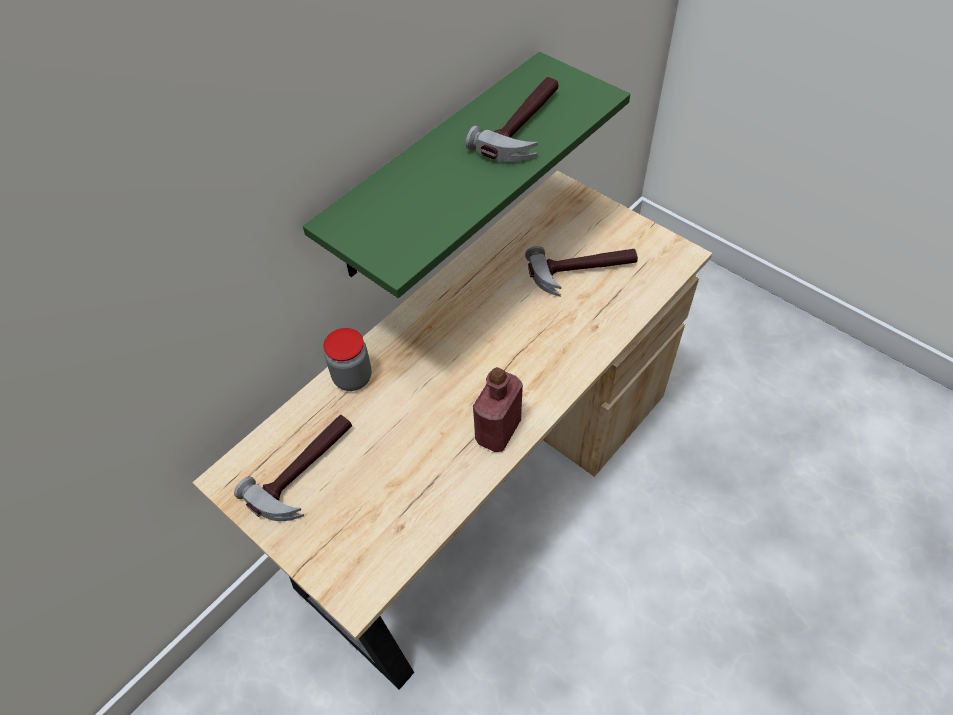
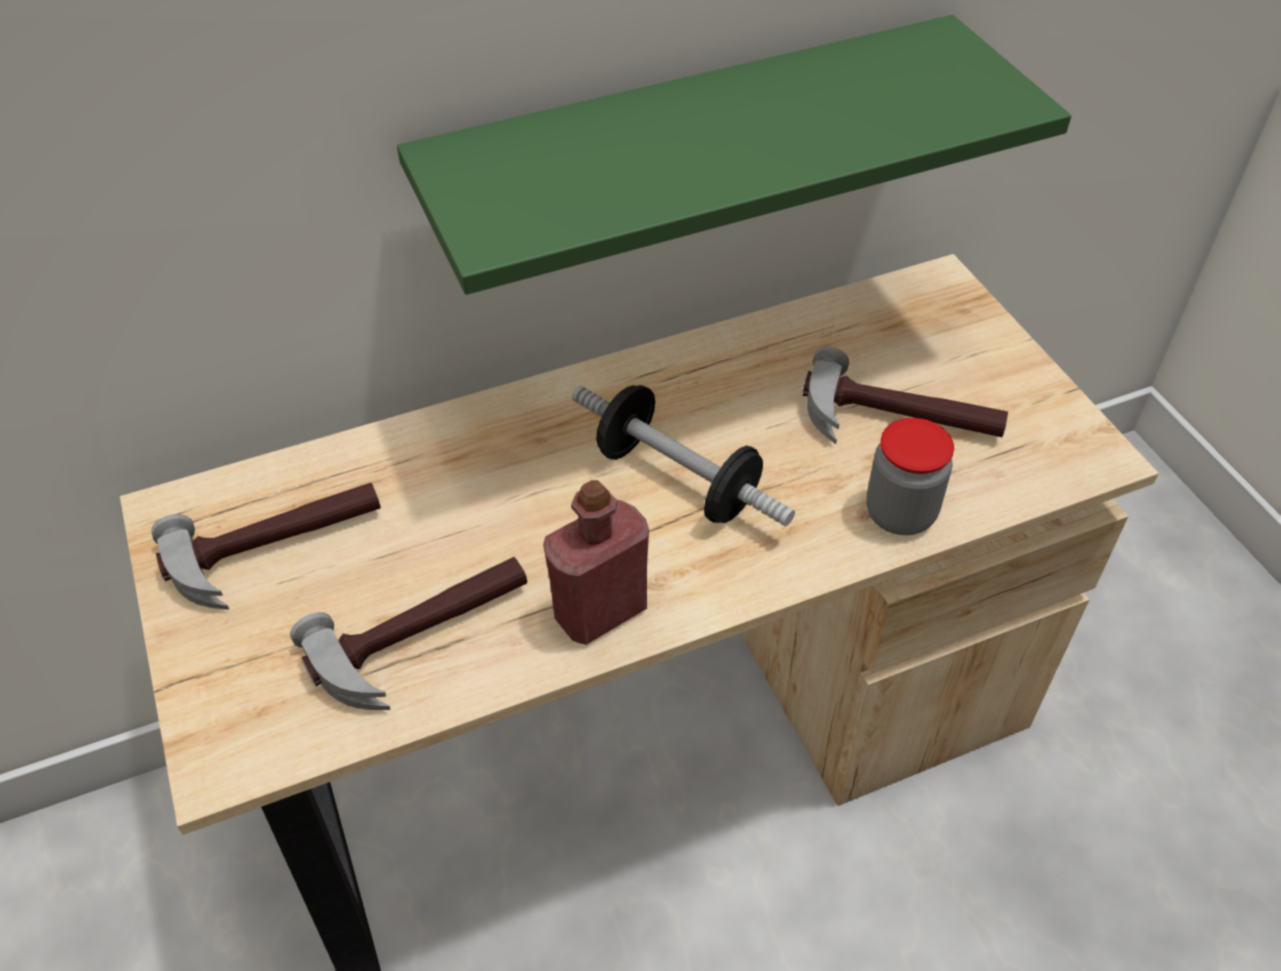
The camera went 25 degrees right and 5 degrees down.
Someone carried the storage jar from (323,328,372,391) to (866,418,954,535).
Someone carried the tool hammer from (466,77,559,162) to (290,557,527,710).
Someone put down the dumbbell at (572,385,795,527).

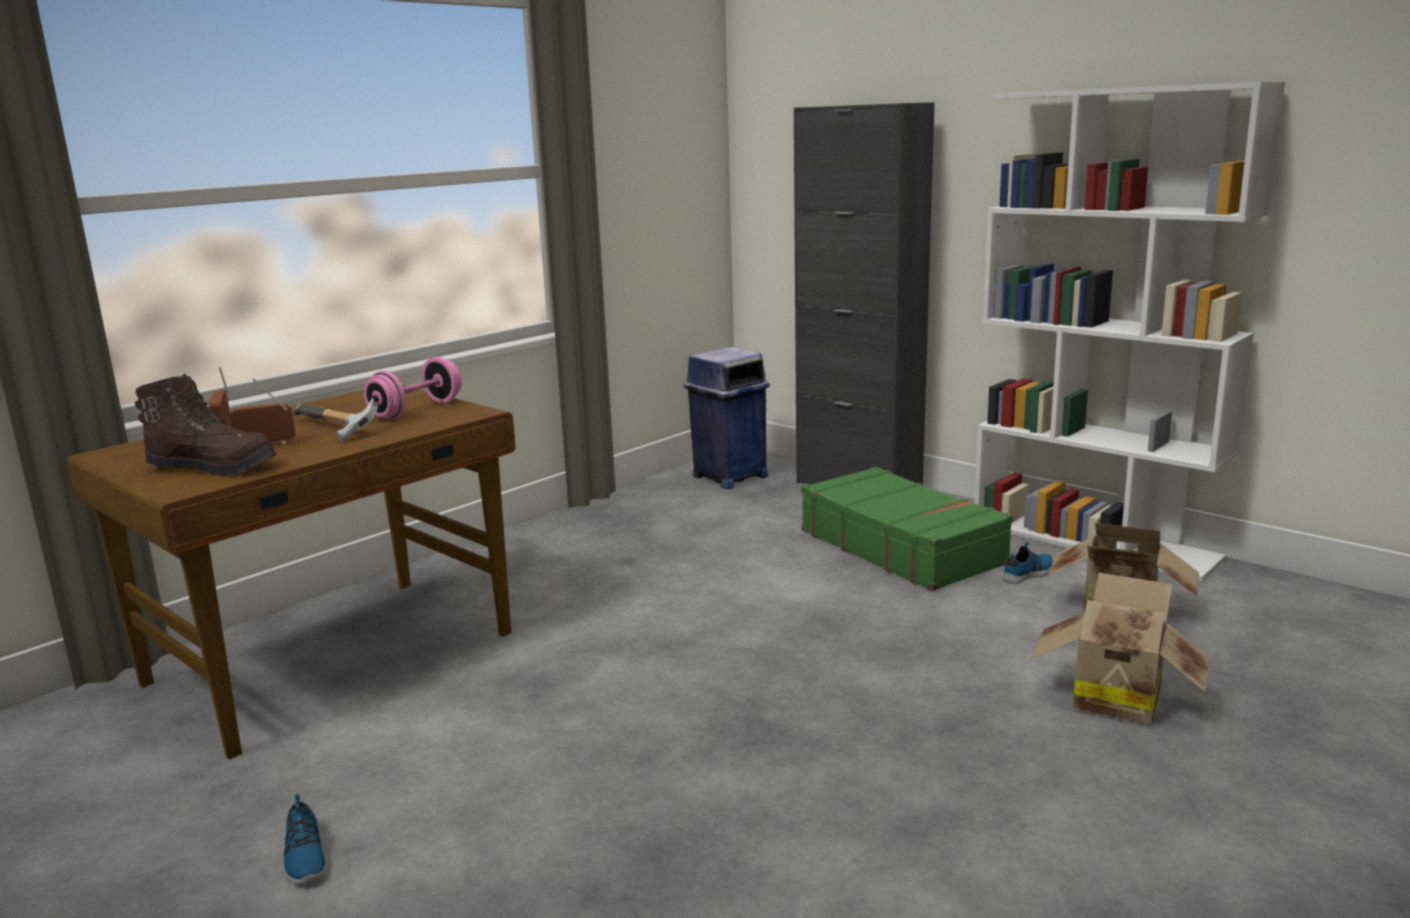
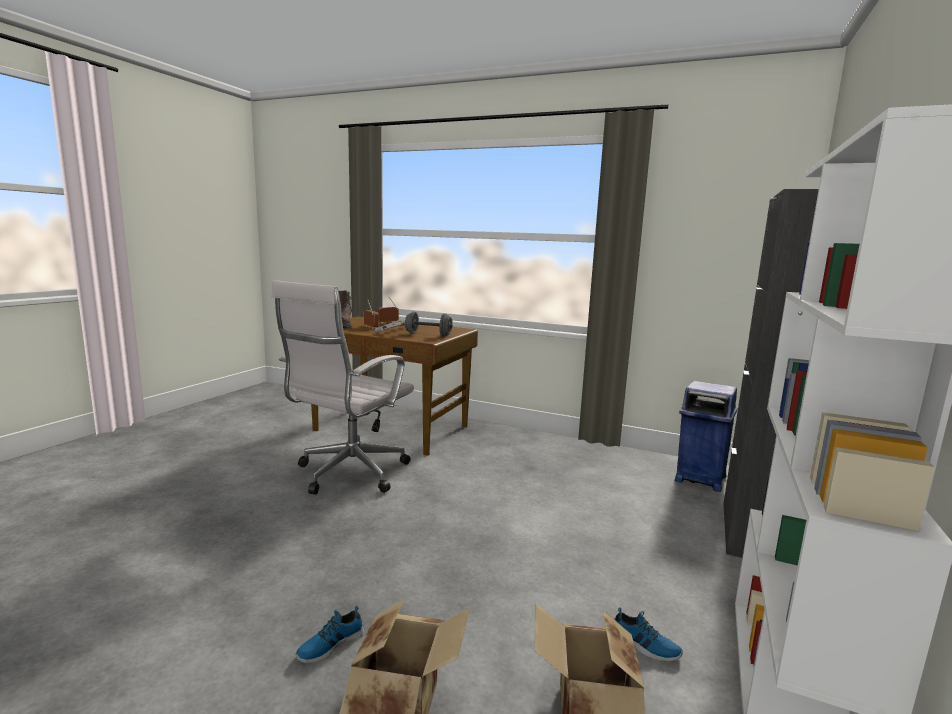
The camera went 70 degrees right and 5 degrees down.
Someone carried the item of footwear from (282,793,328,884) to (295,606,364,663).
Someone repainted the dumbbell (pinkish) at (364,357,462,420), which became the dumbbell (grey) at (405,312,453,337).
Someone took away the travel case (green-coloured) at (801,466,1013,591).
Someone put down the computer chair (white-coloured) at (271,280,414,495).

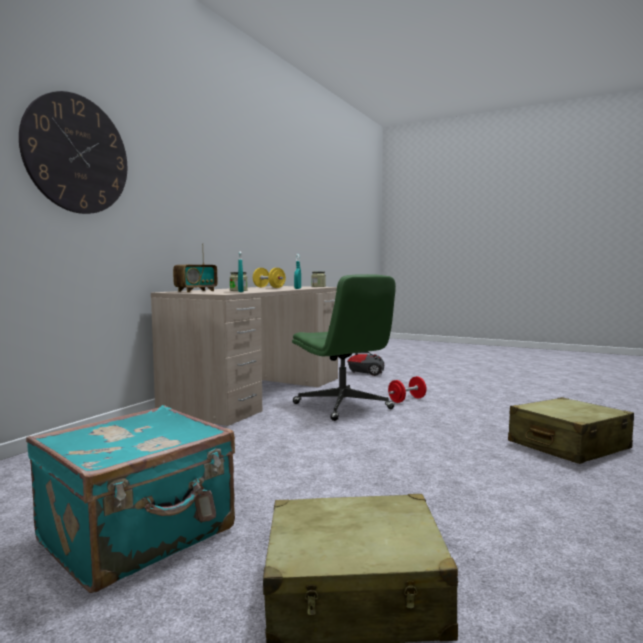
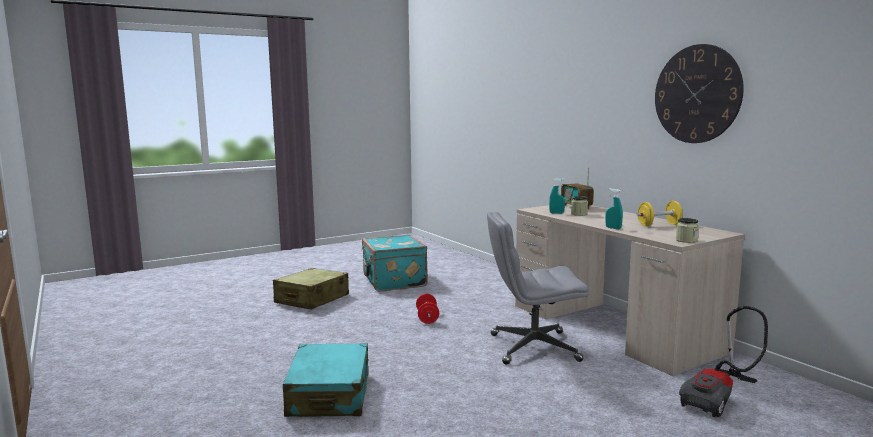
The camera went 120 degrees right and 5 degrees up.
Someone carried the hanging clock from (19,91,127,214) to (655,44,744,143).
Someone repainted the computer chair (green-coloured) at (292,274,396,421), which became the computer chair (grey) at (487,212,589,365).
Someone carried the dumbbell (red-coloured) from (388,376,427,403) to (416,294,439,324).
Someone repainted the travel case (beige) at (508,397,634,464), which became the travel case (turquoise-coloured) at (283,343,369,417).

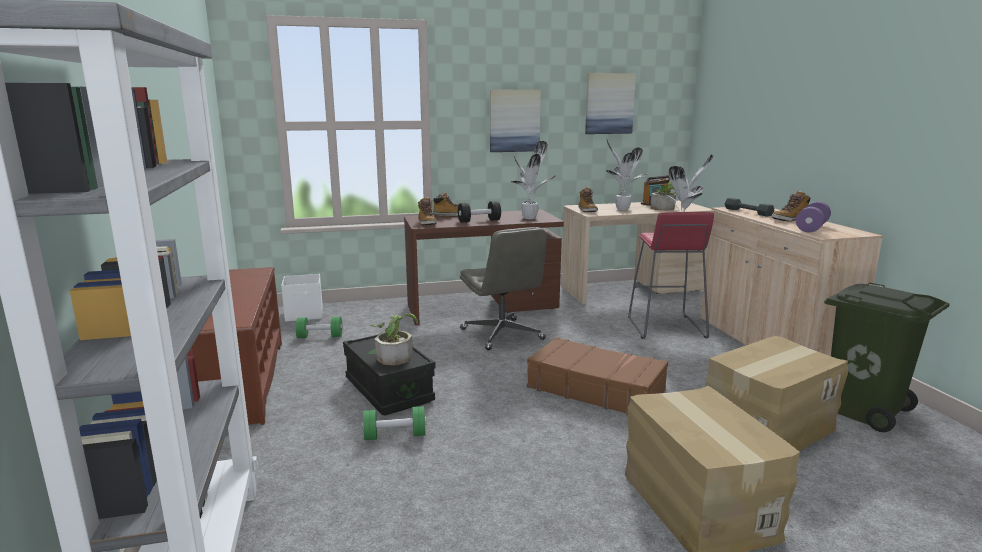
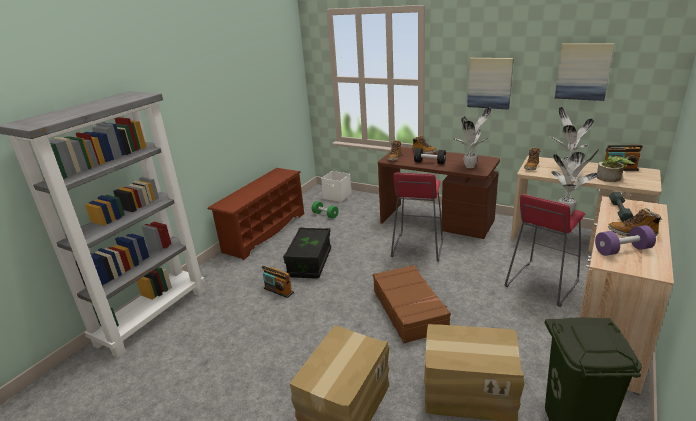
The camera went 45 degrees right and 10 degrees up.
Someone swapped the dumbbell (green-coloured) at (363,406,426,440) for the radio receiver at (262,266,294,298).
Someone took away the houseplant at (370,313,418,365).
Someone swapped the computer chair (grey) at (460,227,547,350) for the sitting stool (red-coloured) at (391,172,443,262).

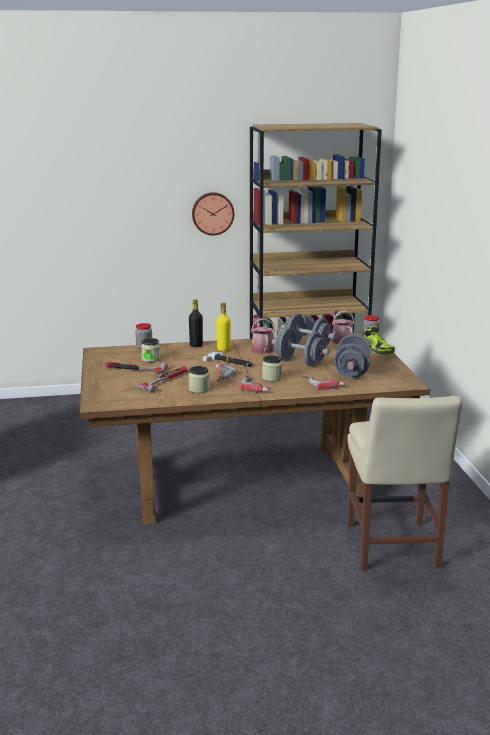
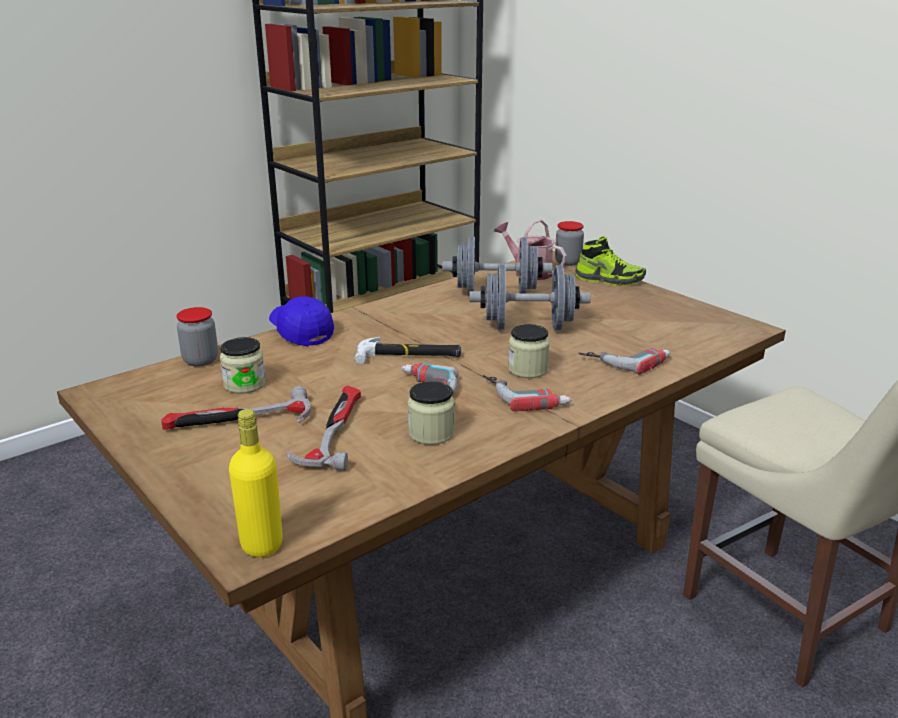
The camera went 30 degrees left and 5 degrees up.
Someone swapped the drink bottle (black) at (189,299,203,347) for the peaked cap (blue) at (269,296,334,347).
Someone took away the hanging clock at (192,192,234,236).
Someone carried the drink bottle (yellowish) from (216,302,231,351) to (229,409,283,557).
Someone took away the sprinkling can at (251,318,275,354).
Someone took away the dumbbell (grey) at (334,334,372,378).

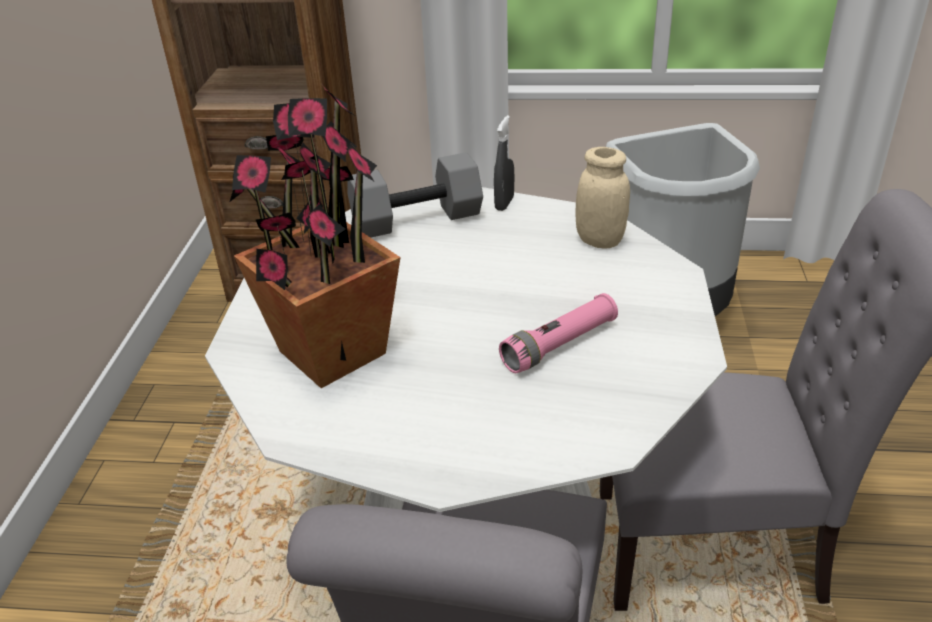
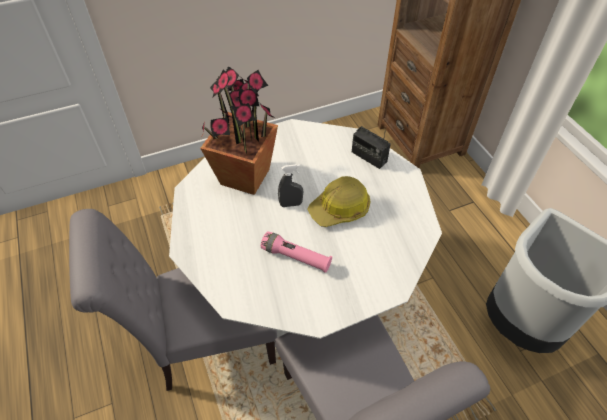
The camera went 60 degrees right and 15 degrees up.
Someone swapped the dumbbell (grey) at (348,152,483,238) for the radio receiver at (352,126,391,169).
Someone carried the hand sprayer (grey) from (494,115,514,211) to (278,164,303,207).
Someone took away the storage jar (beige) at (576,147,630,248).
Someone put down the work helmet at (307,176,371,227).

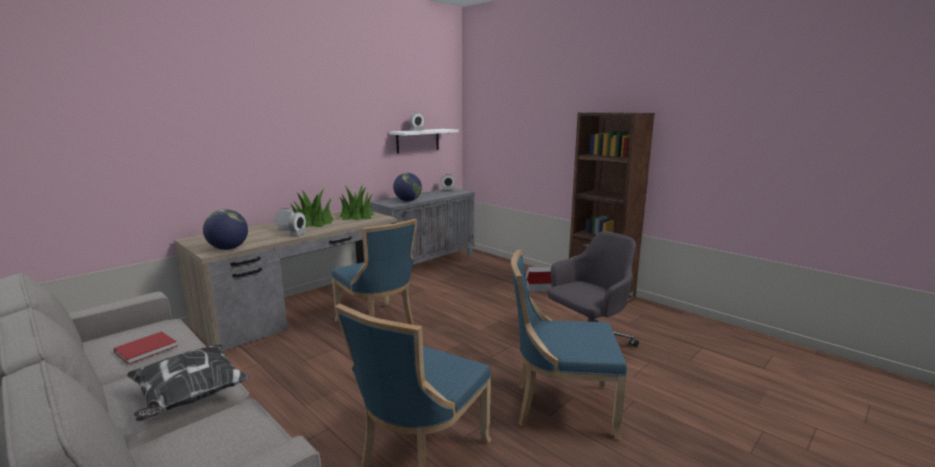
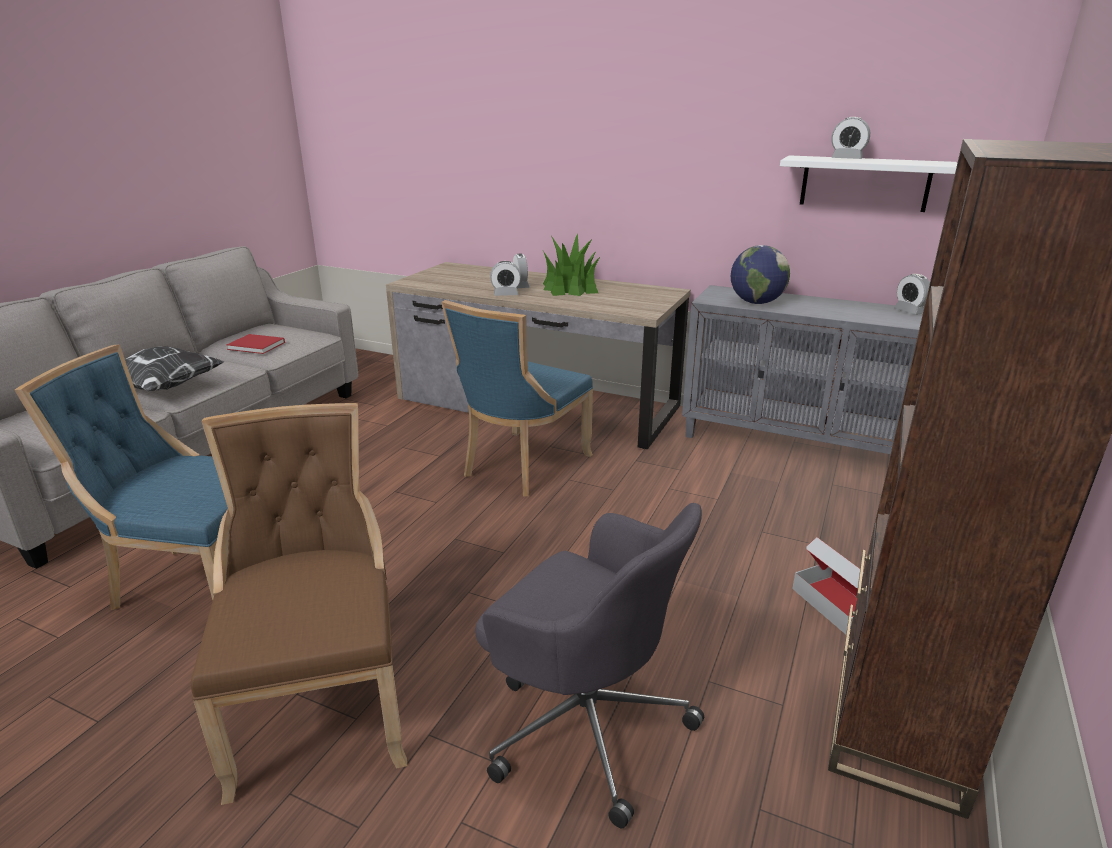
The camera went 70 degrees right and 10 degrees up.
Someone took away the globe at (203,209,248,250).
Someone took away the houseplant at (339,184,374,220).
Someone repainted the upright chair (blue) at (511,250,627,440), which became the upright chair (brownish) at (191,403,407,805).

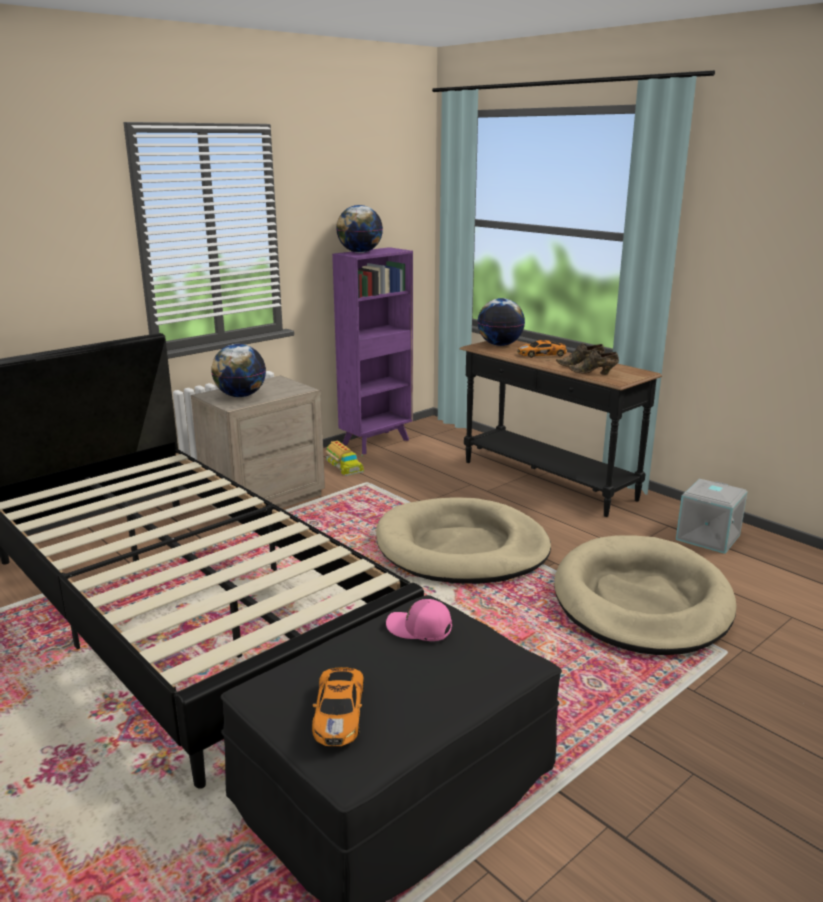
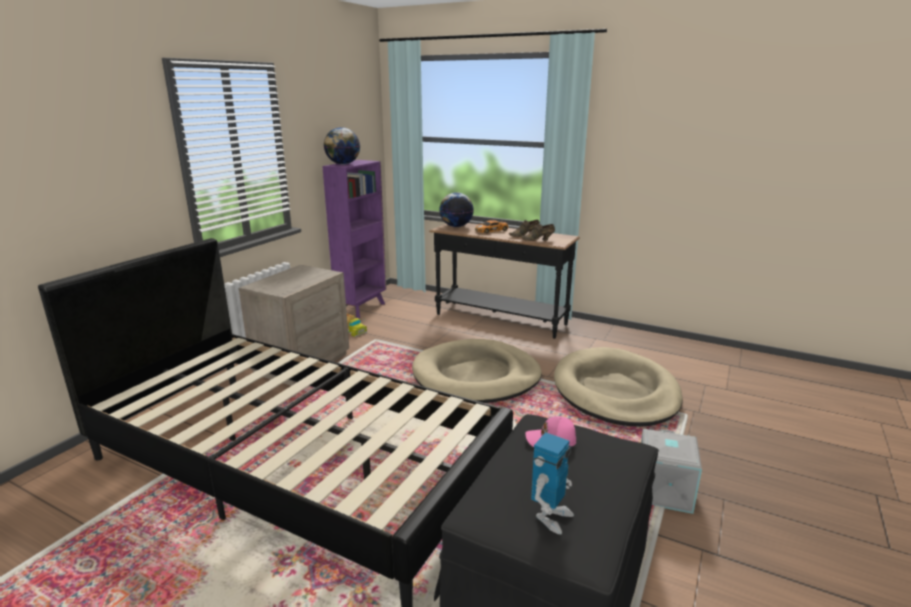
The camera went 20 degrees left and 0 degrees up.
Someone took away the globe at (211,344,266,397).
Someone swapped the miniature car at (312,667,364,746) for the robot figure at (531,432,574,535).
Someone carried the storage container (grey) from (676,479,747,554) to (641,429,702,514).

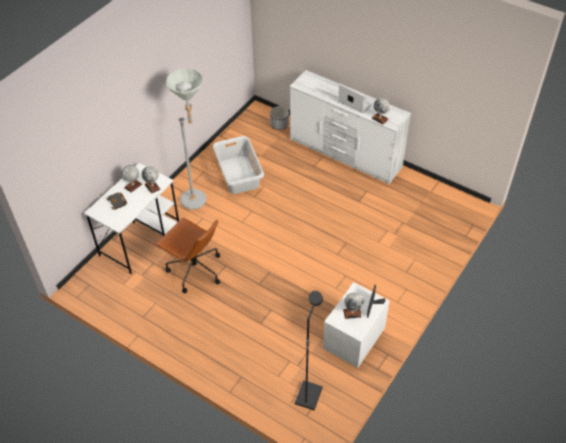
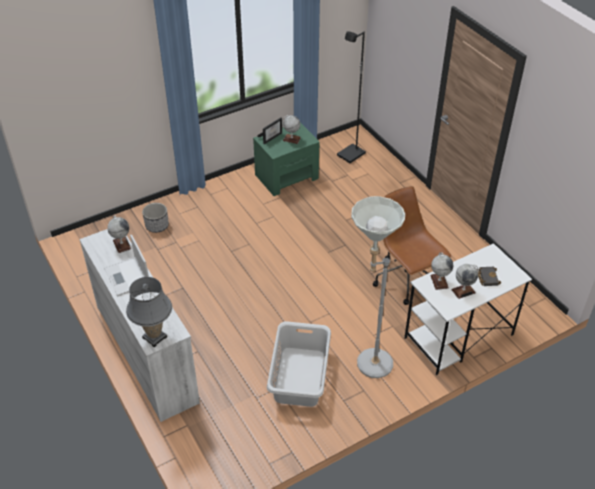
The camera went 155 degrees left and 5 degrees down.
Someone carried the plant pot from (270,106,289,130) to (142,203,169,233).
Someone repainted the bedside table (white-coloured) at (323,282,390,368), which became the bedside table (green-coloured) at (253,122,320,196).
Someone put down the lamp for a table (grey) at (126,277,172,347).

